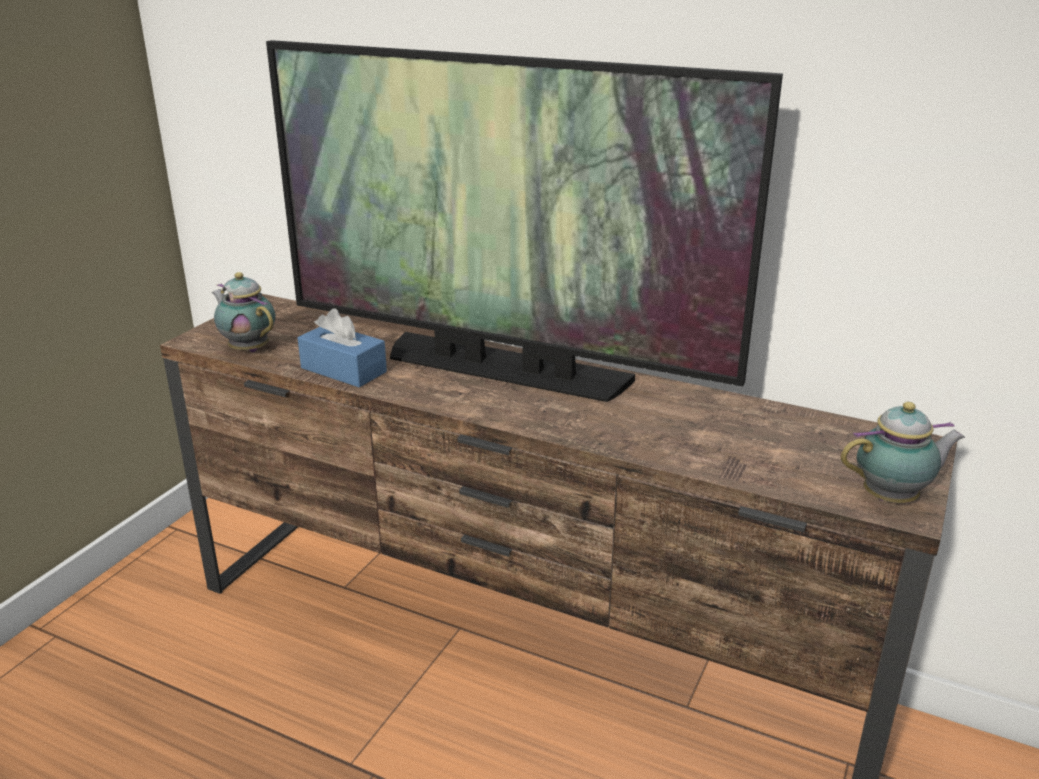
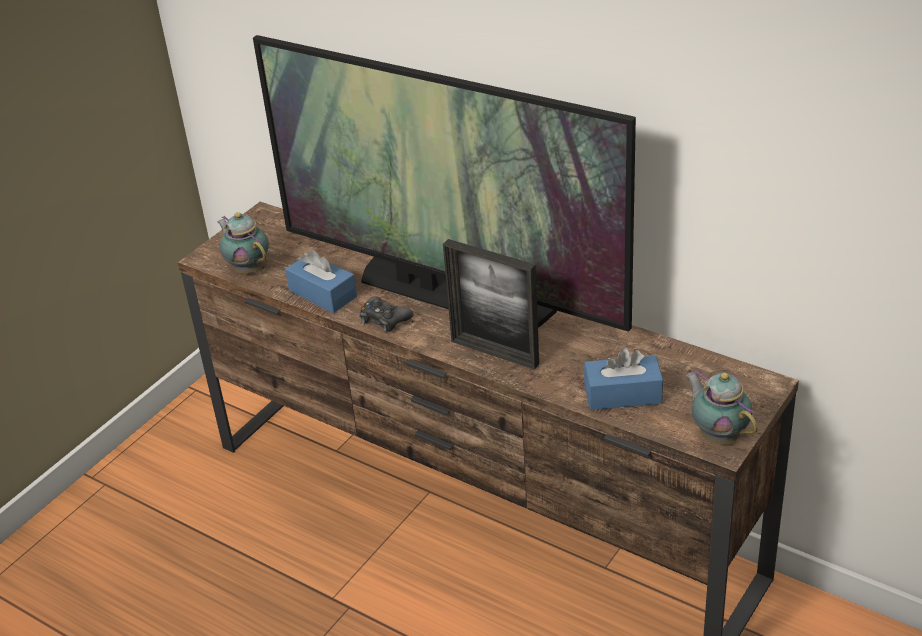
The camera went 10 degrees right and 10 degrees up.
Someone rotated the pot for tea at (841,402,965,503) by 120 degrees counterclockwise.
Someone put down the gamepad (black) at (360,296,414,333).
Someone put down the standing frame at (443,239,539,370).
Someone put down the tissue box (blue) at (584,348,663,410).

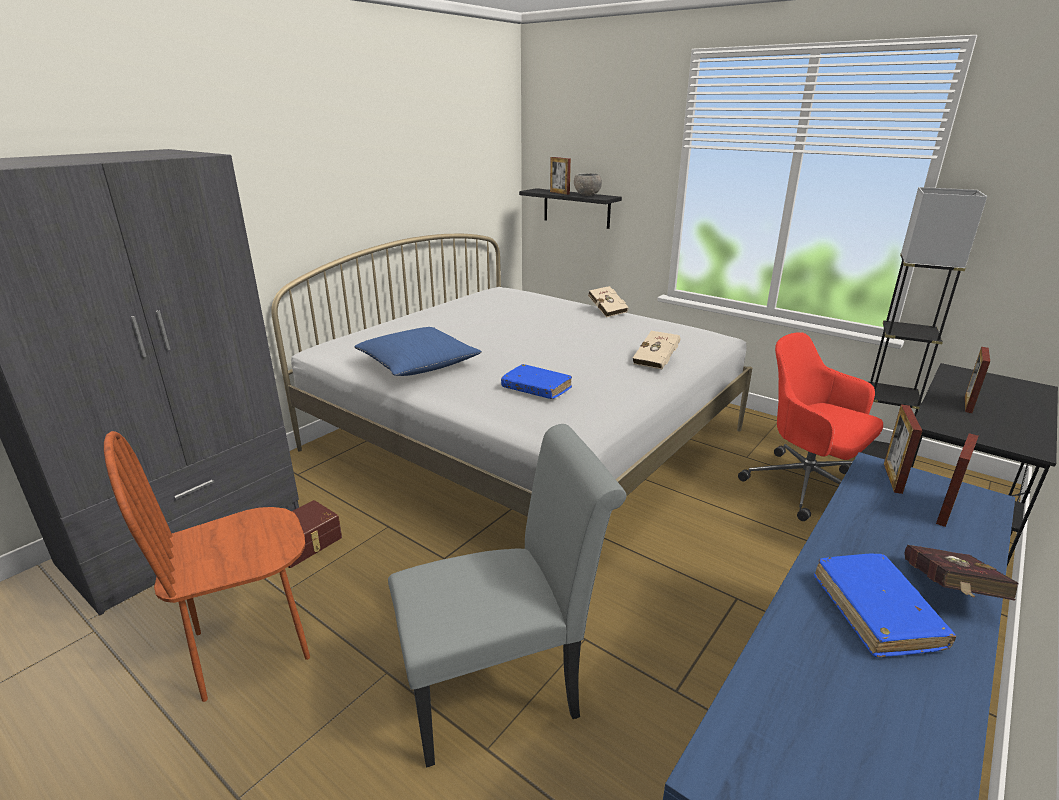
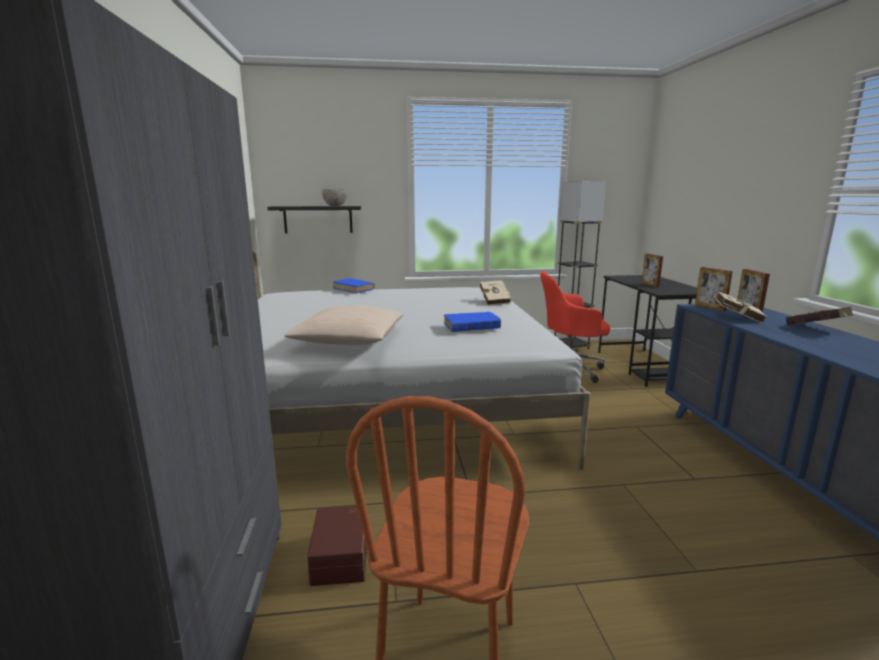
The camera went 45 degrees left and 10 degrees down.
Someone repainted the throw pillow (blue) at (354,327,482,376), which became the throw pillow (beige) at (284,306,404,345).
Someone took away the upright chair (grey) at (388,424,626,768).
Someone took away the standing frame at (550,157,571,195).
Someone carried the book (beige) from (588,286,629,318) to (710,291,767,323).
Someone carried the book (blue) from (814,554,956,657) to (333,278,375,294).

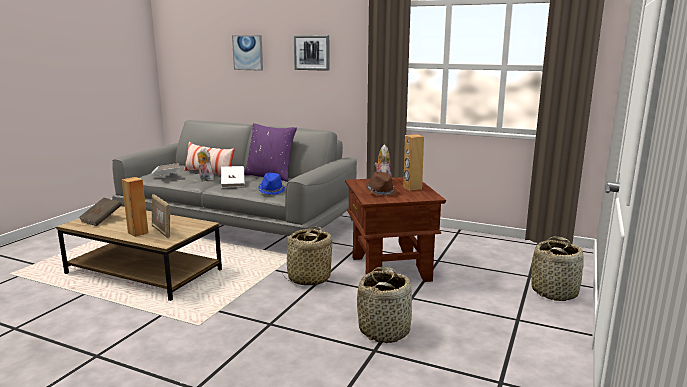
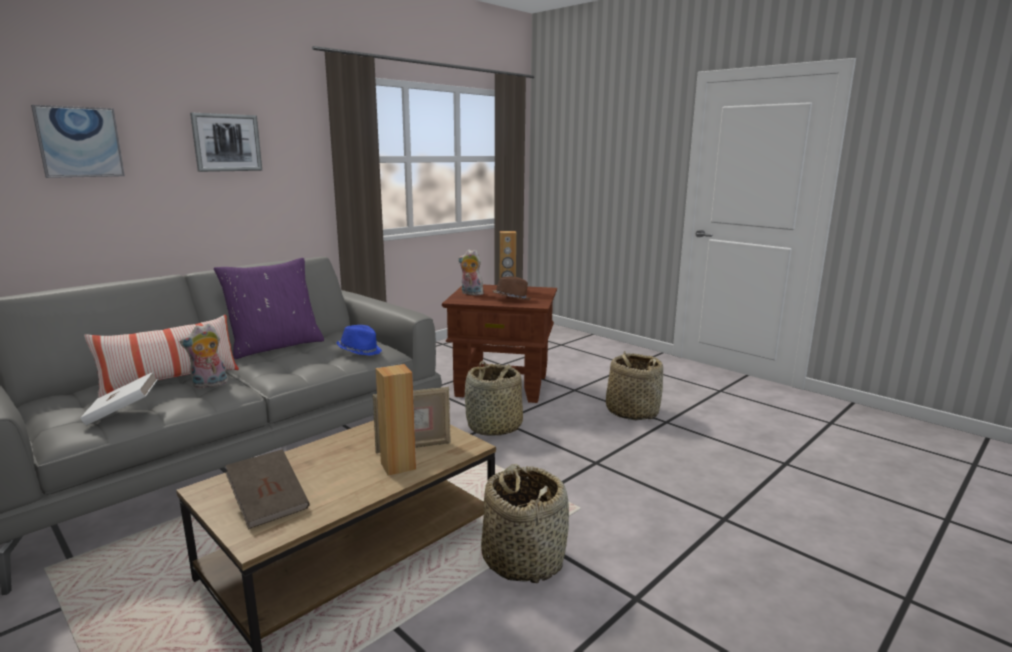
The camera went 70 degrees left and 0 degrees up.
Someone took away the book (white-coloured) at (221,166,245,188).
Someone carried the basket from (531,236,584,301) to (481,464,569,583).

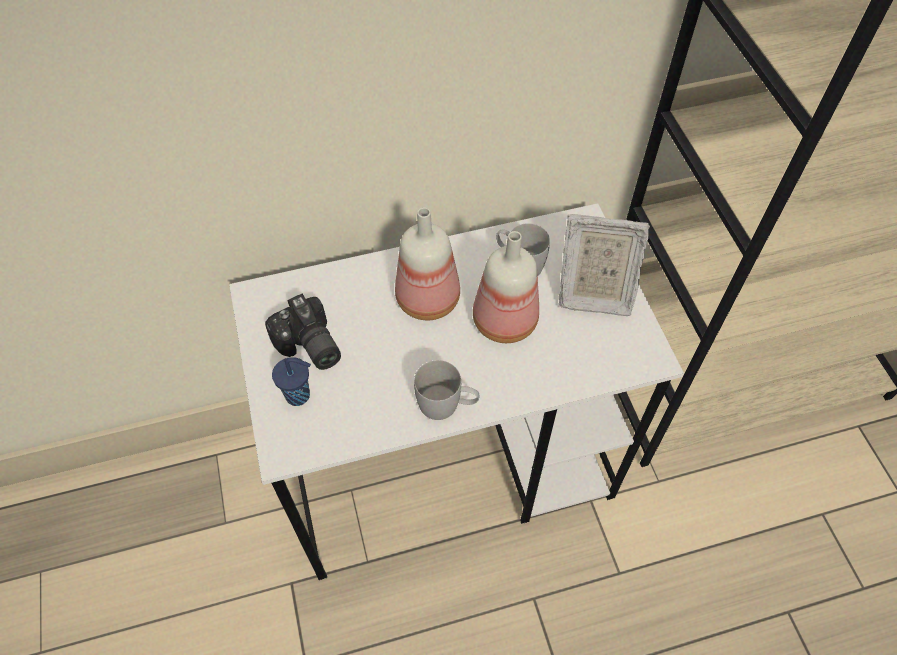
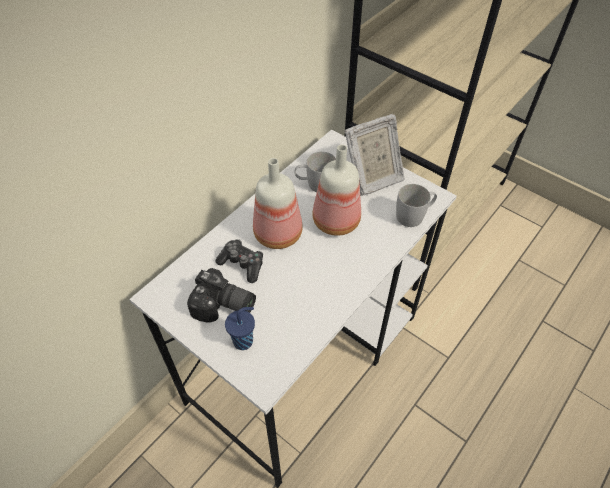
The camera went 35 degrees left and 5 degrees down.
Someone carried the coffee mug (white-coloured) from (414,360,480,420) to (396,184,437,227).
Someone put down the gamepad at (216,239,263,283).

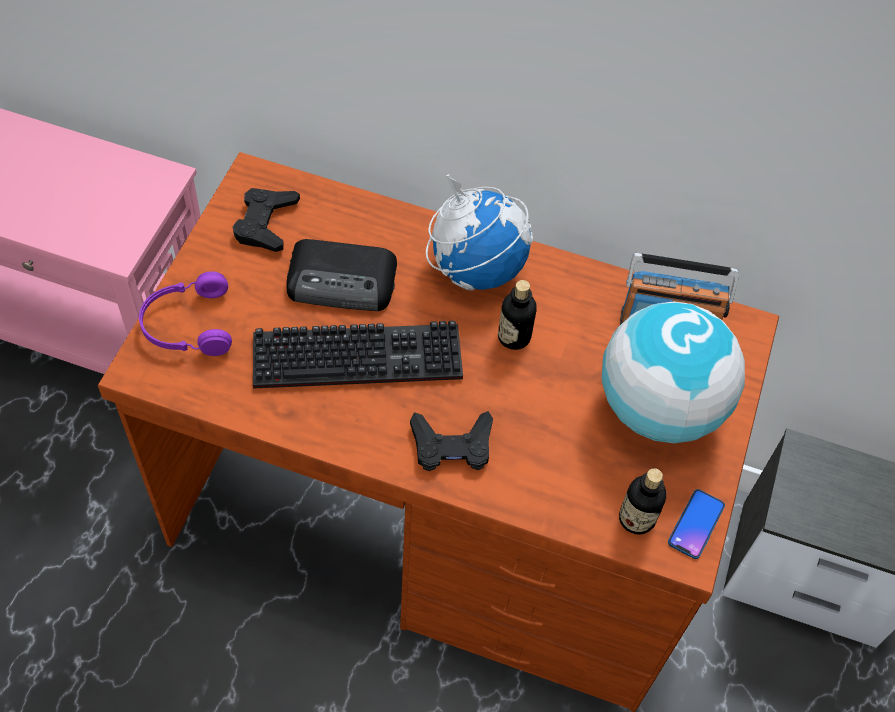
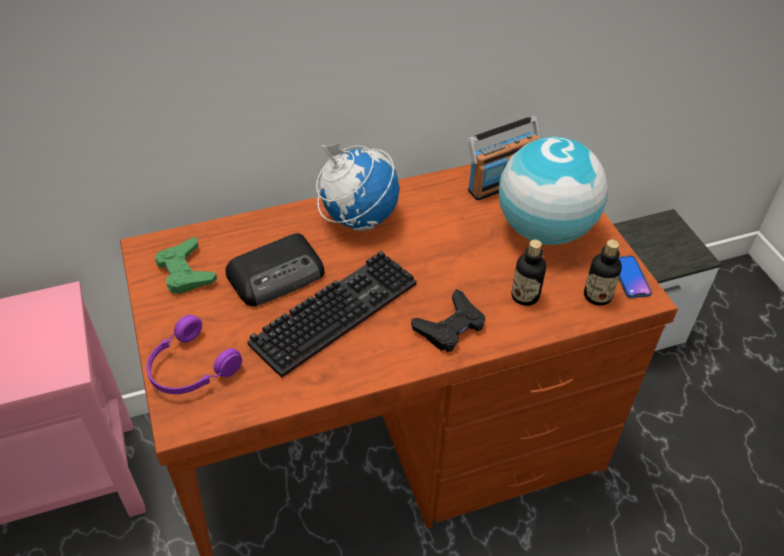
The camera went 35 degrees left and 10 degrees down.
Someone repainted the gamepad (black) at (233,188,300,252), which became the gamepad (green-coloured) at (155,237,217,294).
Someone carried the drink bottle from (498,280,537,350) to (511,240,546,306).

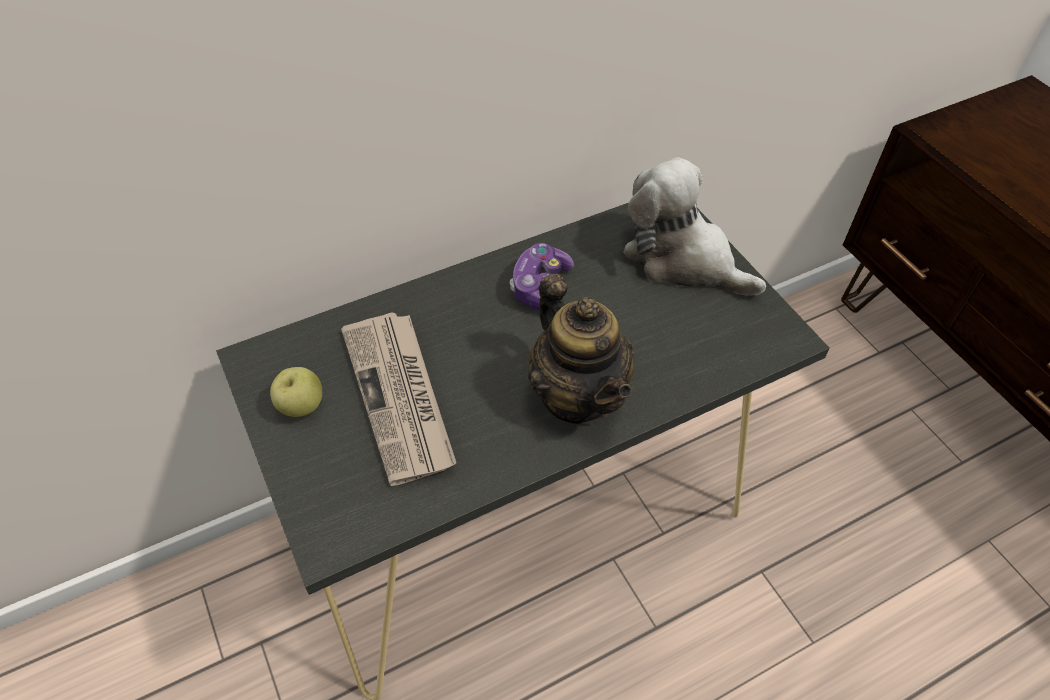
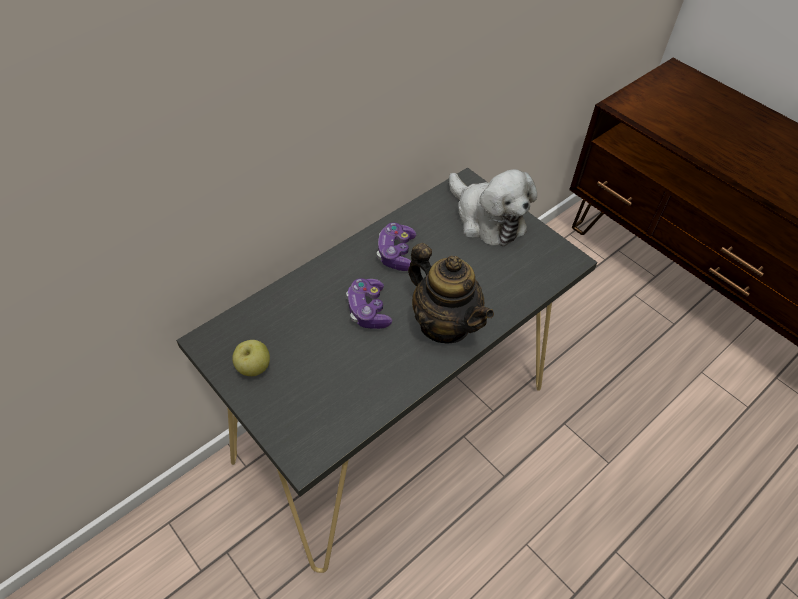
The camera went 15 degrees left and 0 degrees up.
Someone took away the daily paper at (341,312,456,486).
Someone rotated the cuddly toy at (623,157,766,296) by 150 degrees counterclockwise.
Someone put down the gamepad at (346,278,392,329).

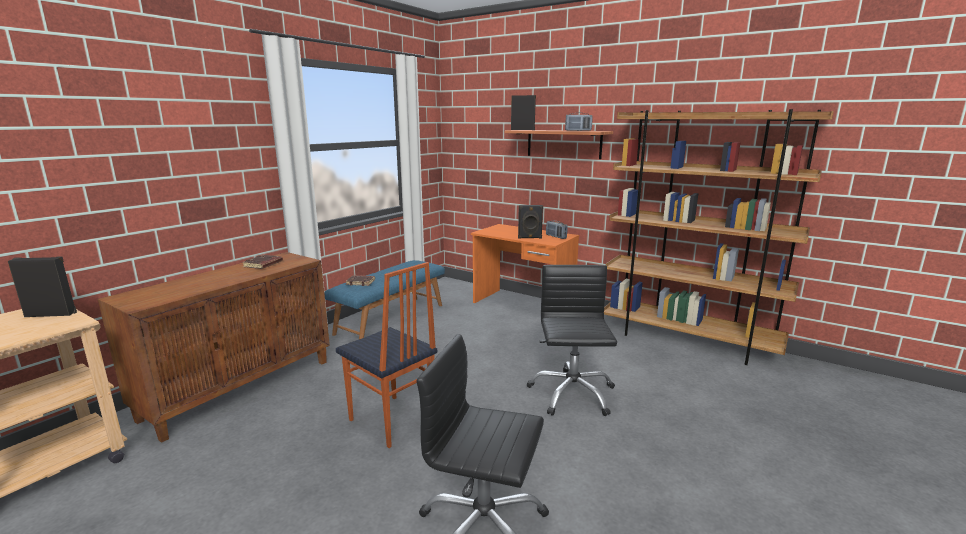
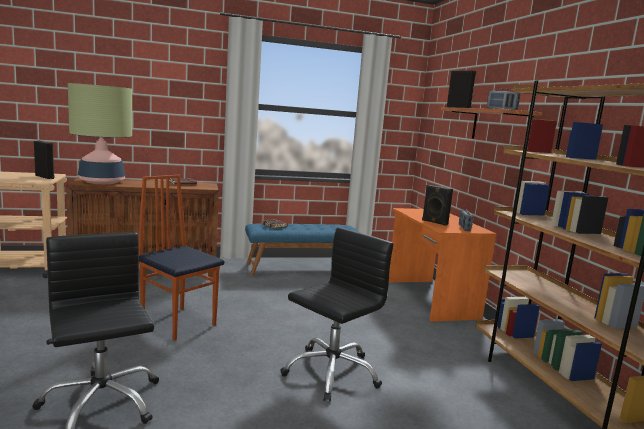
The camera went 40 degrees right and 5 degrees down.
Someone rotated the upright chair at (336,262,437,448) by 135 degrees clockwise.
Someone put down the lamp for a table at (68,83,132,184).

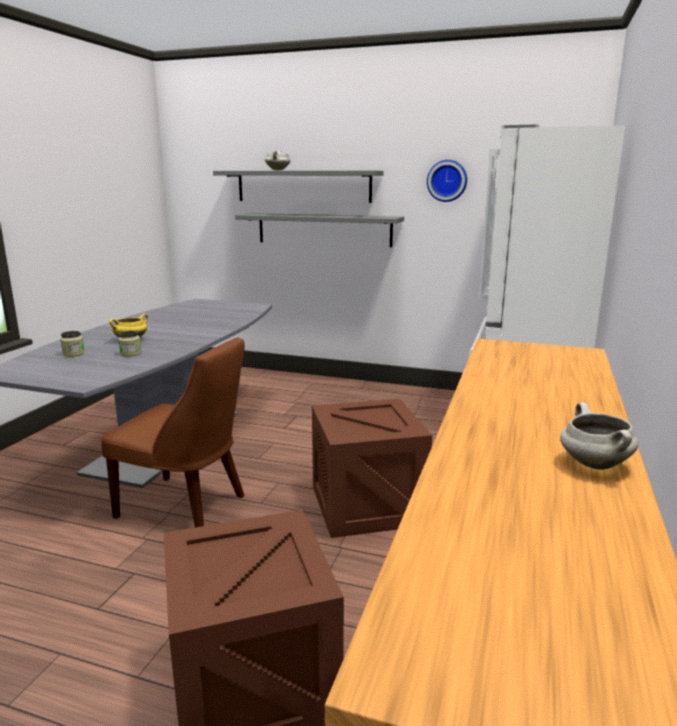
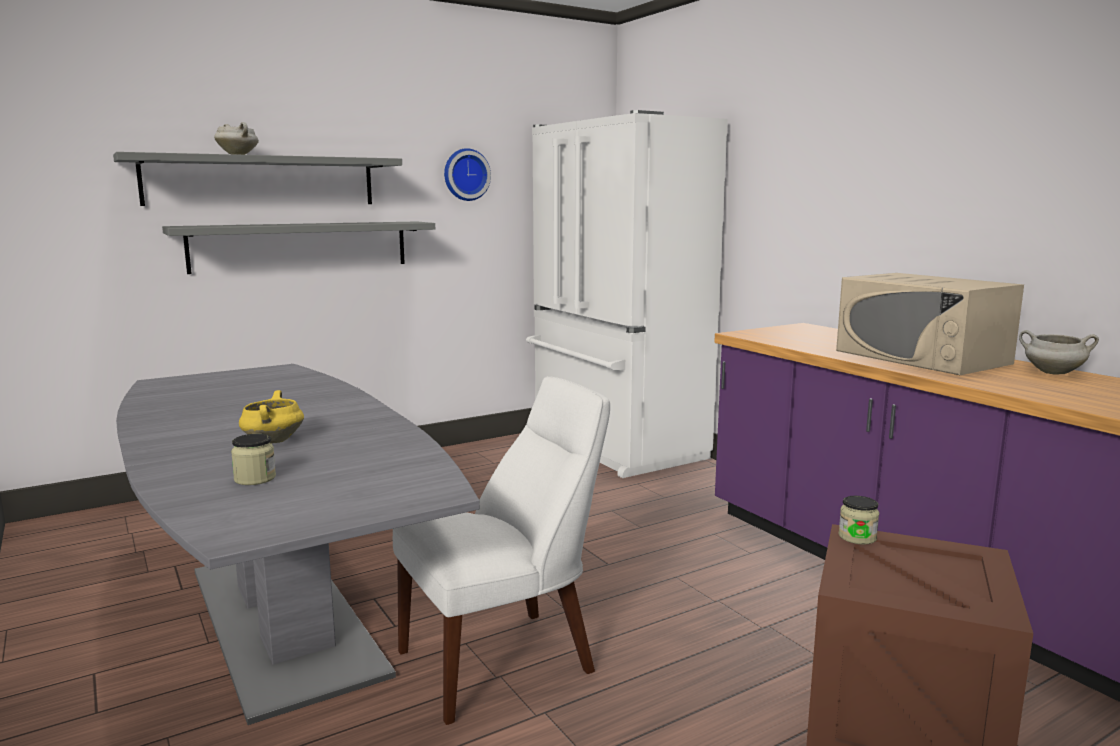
The camera went 50 degrees left and 5 degrees down.
Someone repainted the upright chair (brownish) at (101,337,245,527), which became the upright chair (white-coloured) at (393,376,610,725).
Someone carried the storage jar from (118,331,142,357) to (838,496,879,545).
Someone took away the crate at (312,399,432,538).
Someone put down the kitchen microwave (beige) at (836,273,1024,375).

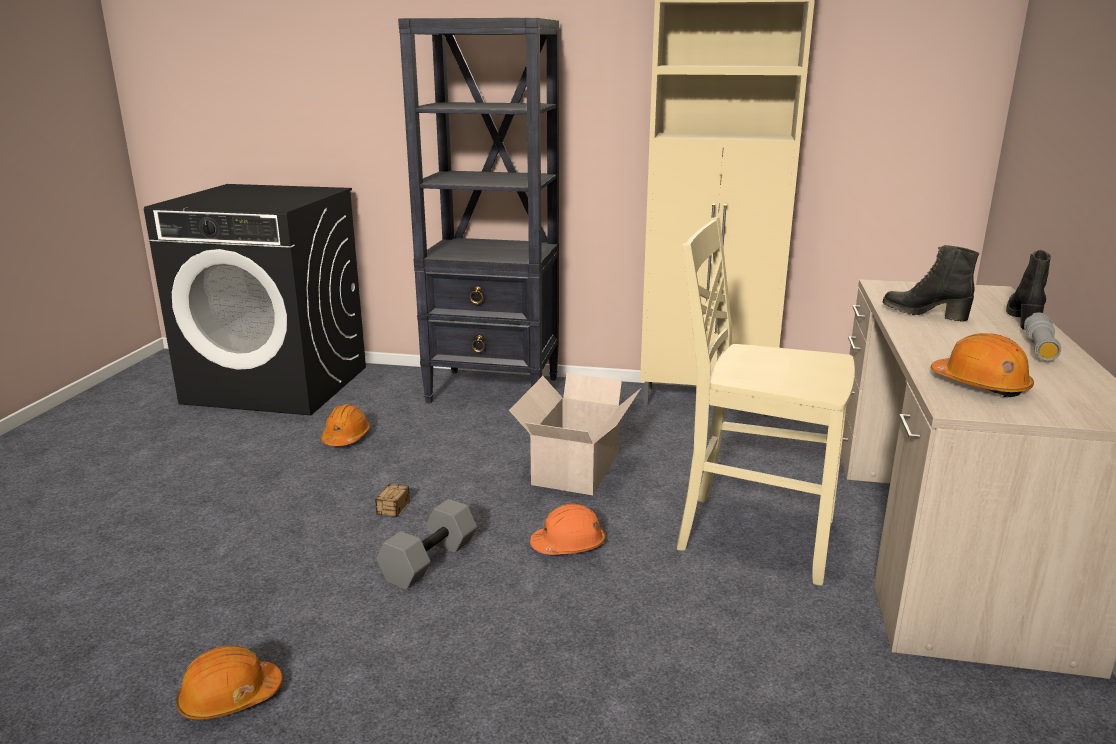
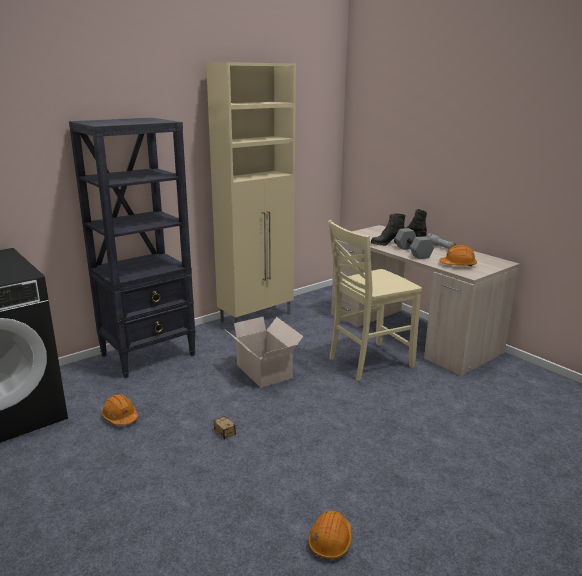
The camera went 50 degrees left and 0 degrees up.
Someone carried the dumbbell (grey) from (377,499,477,590) to (394,228,434,259).
Someone took away the work helmet (orange) at (530,504,605,555).

